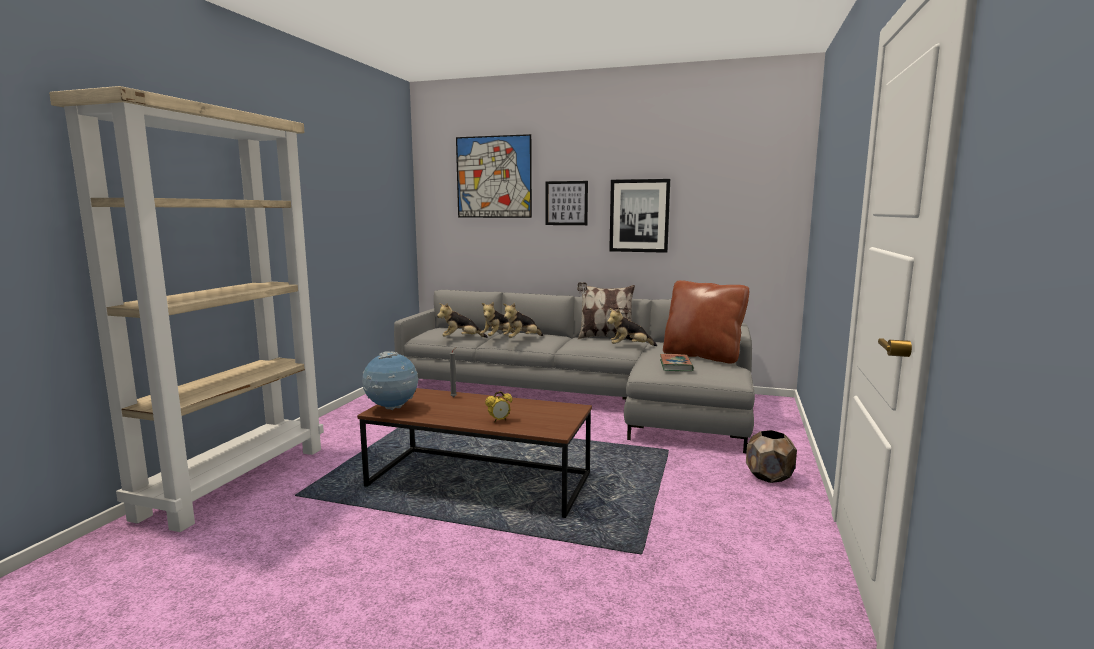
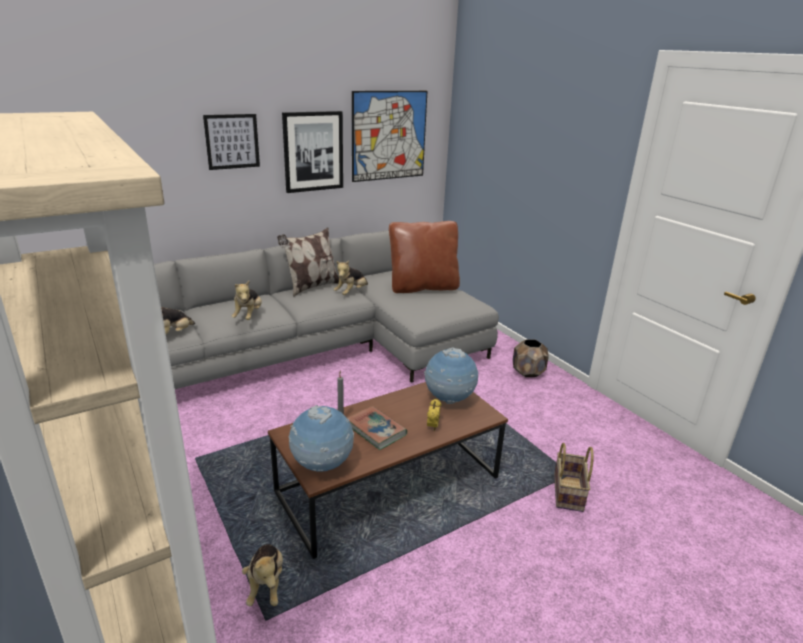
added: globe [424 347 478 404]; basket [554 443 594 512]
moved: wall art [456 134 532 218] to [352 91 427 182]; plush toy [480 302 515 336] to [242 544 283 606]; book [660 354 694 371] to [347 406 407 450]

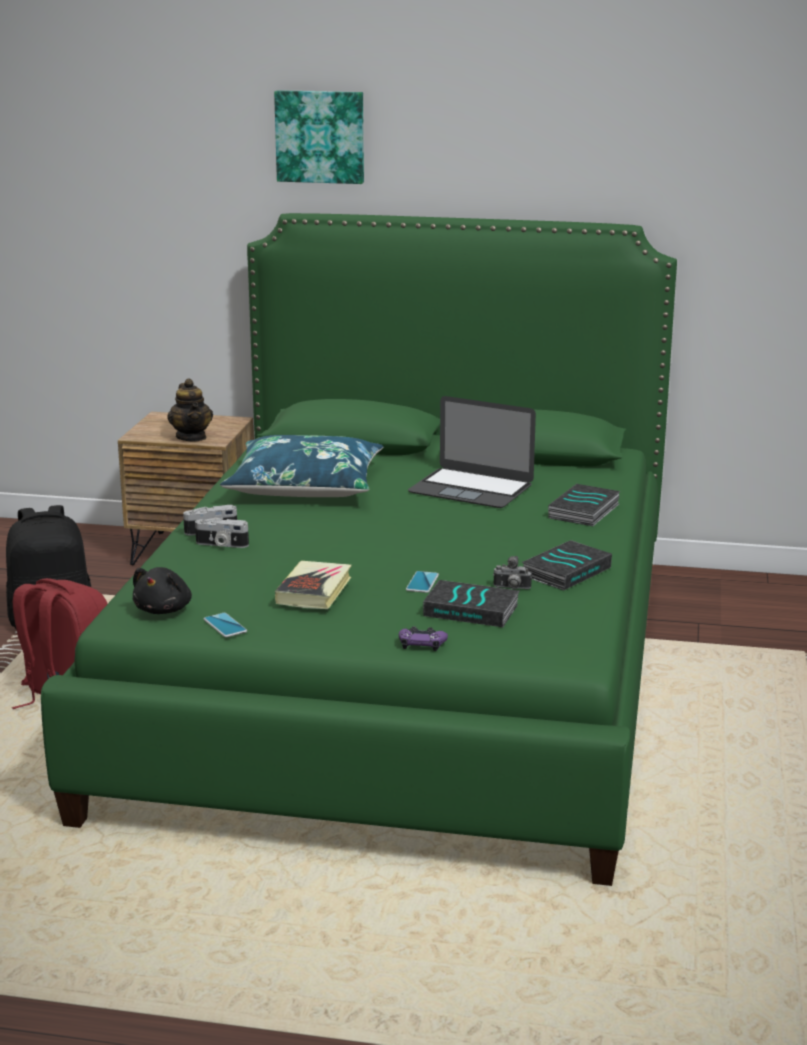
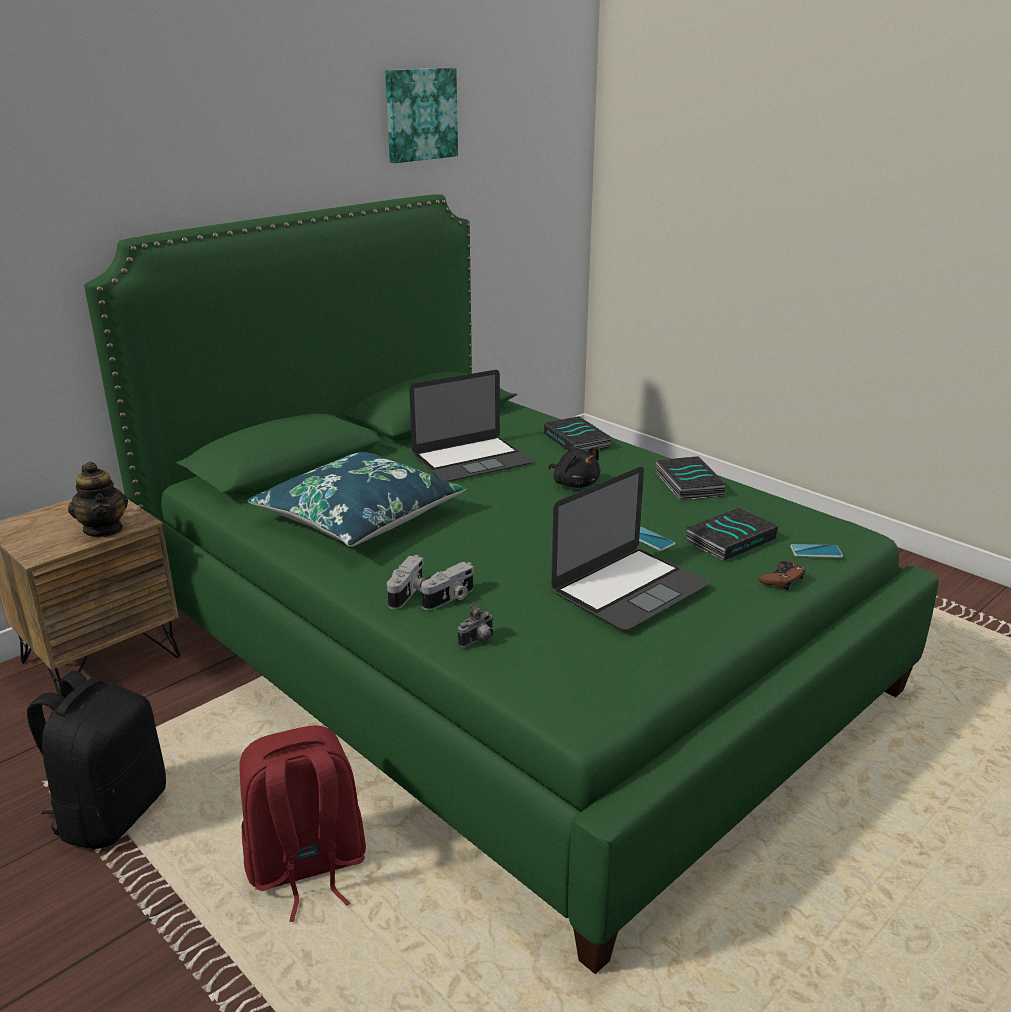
moved: plush toy/black-coloured [133 567 192 614] to [548 448 600 488]; telephone [204 613 247 637] to [790 544 843 558]; wall art [274 90 364 184] to [385 68 458 163]; still camera [493 556 532 589] to [458 604 493 647]
replaced: book [275 561 351 609] to laptop [551 467 709 631]
recoloured: game controller/purple-coloured [399 626 448 651] to game controller/brownish [759 561 805 590]
turned: teapot [167 379 213 441] = [68 462 128 537] 45 degrees clockwise

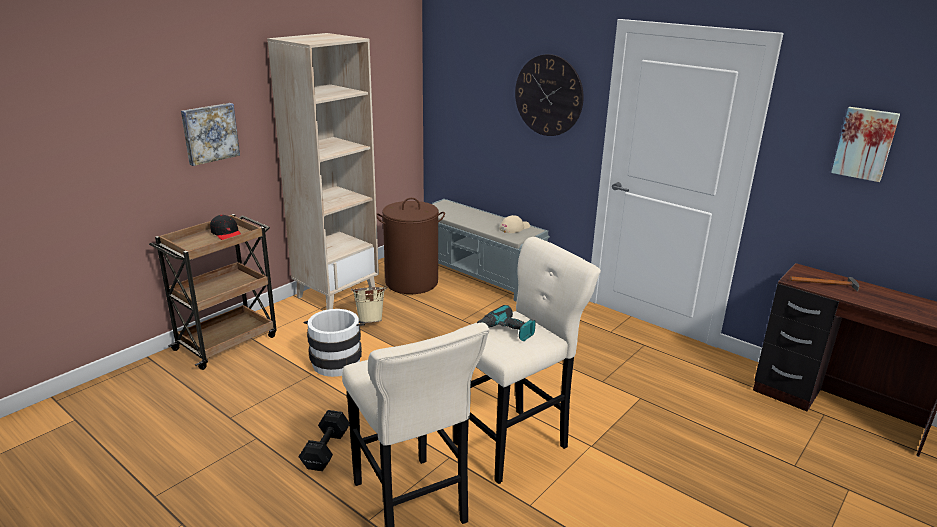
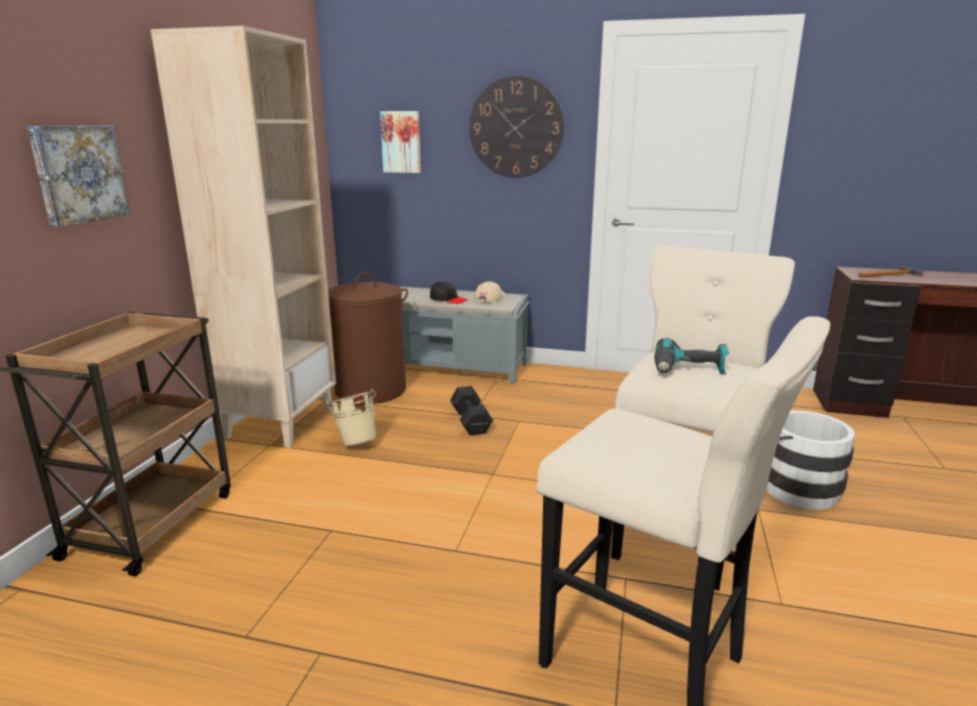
moved: cap/black-coloured [210 215 241 240] to [430 281 468 304]; dumbbell/black-coloured [299 410 349 471] to [450 386 493 435]; bucket/white [304 309 366 377] to [766 411 855 510]; wall art [831 107 900 182] to [380 111 421 173]

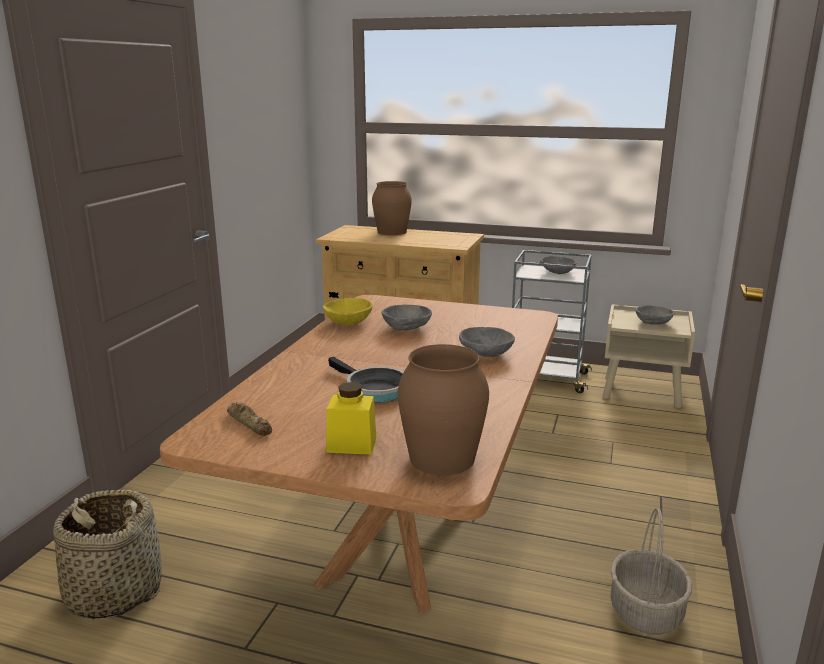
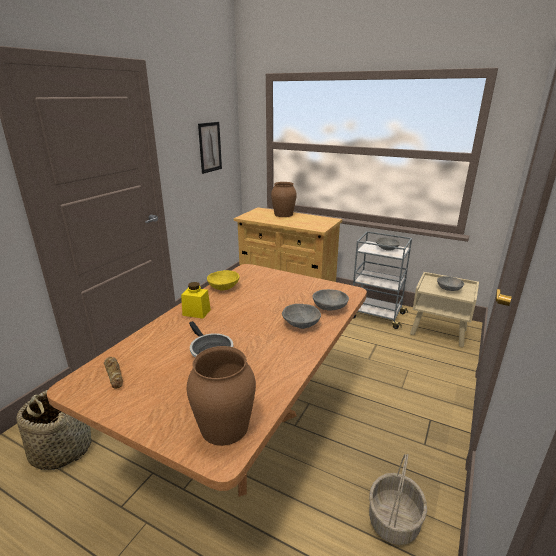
added: wall art [198 122 222 174]
moved: storage jar/yellowish [326 382 376 455] to [181 282 211 319]; serving bowl/gray [381 305 432 331] to [313 289 349 311]

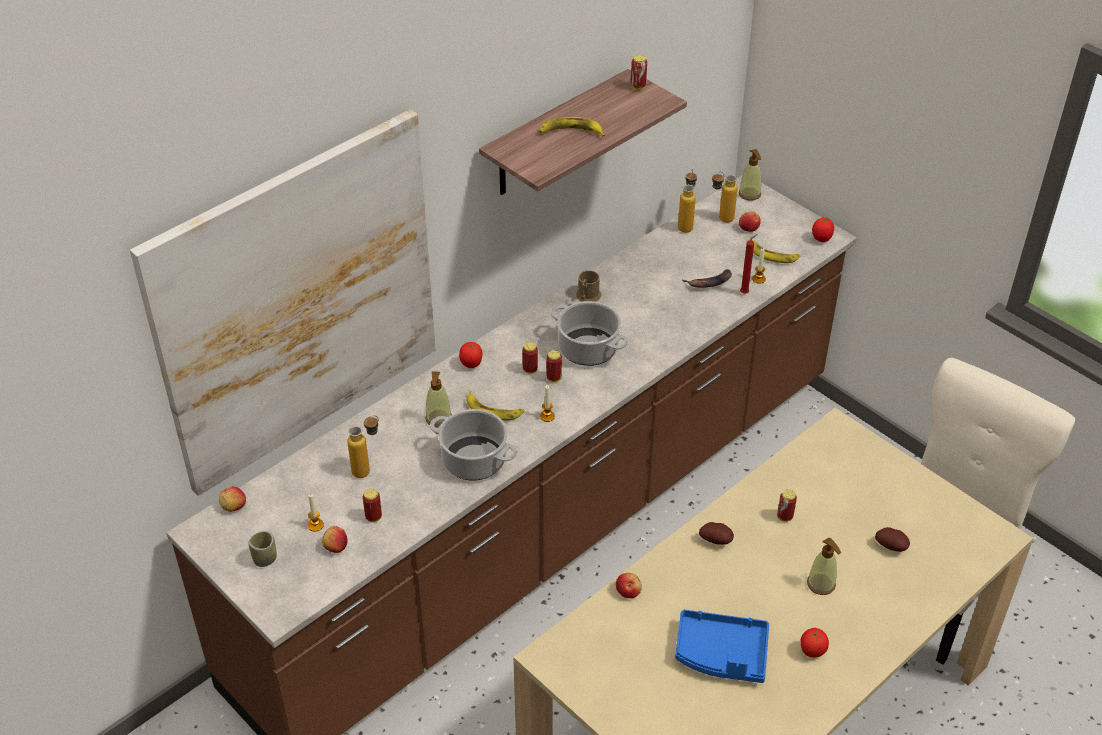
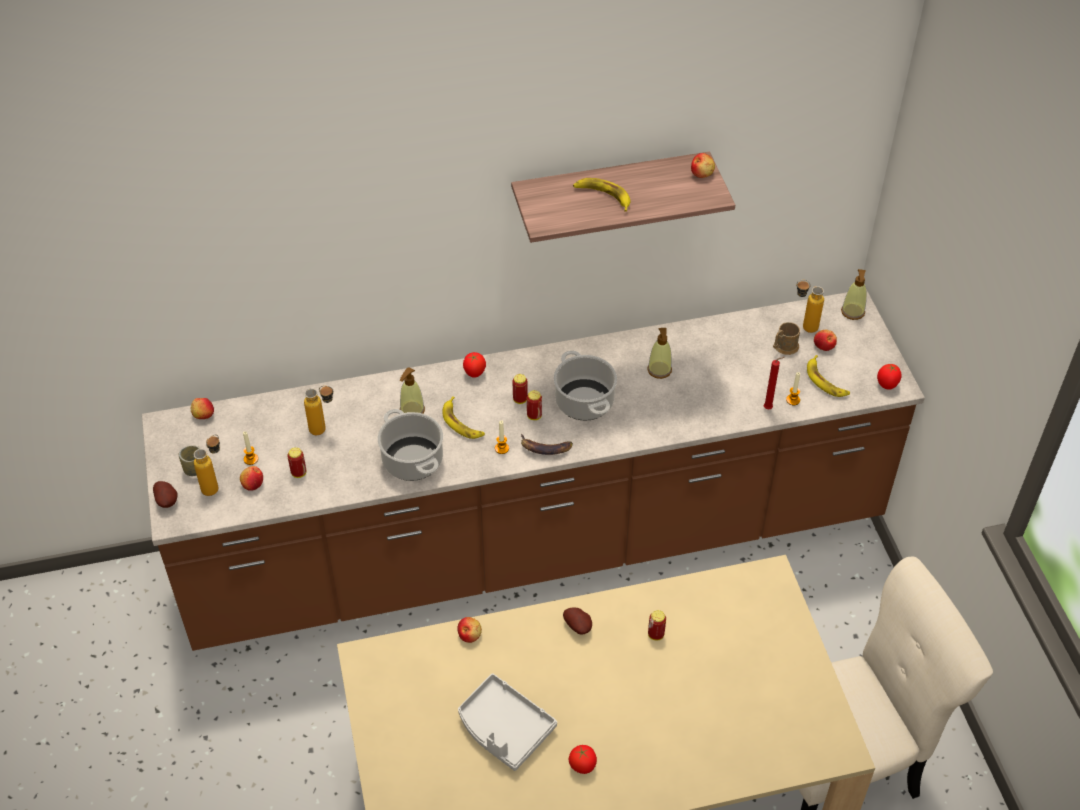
removed: wall art [130 109 436 496]
moved: mug/brownish [576 270 601 302] to [773 322 800 355]; drink bottle [678 169 697 233] to [193 435 220 496]; banana fruit [682 269 732 288] to [521 434 573 455]; soap bottle [807 537 841 595] to [647 328 672 379]; whole potato [875 527 910 552] to [153 481 178 508]
replaced: metal can [631 55 647 90] to apple [691 153 715 178]
recoloured: serving tray/blue-coloured [675 610 769 683] to serving tray/gray [458 673 557 771]

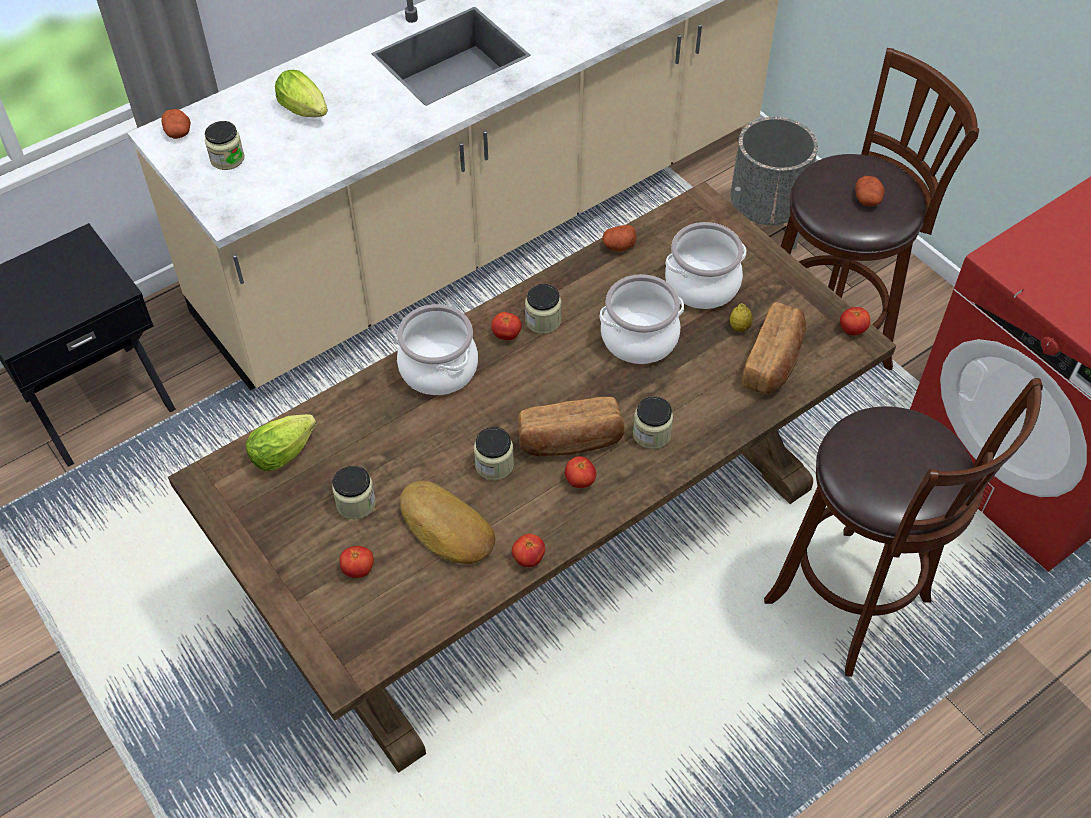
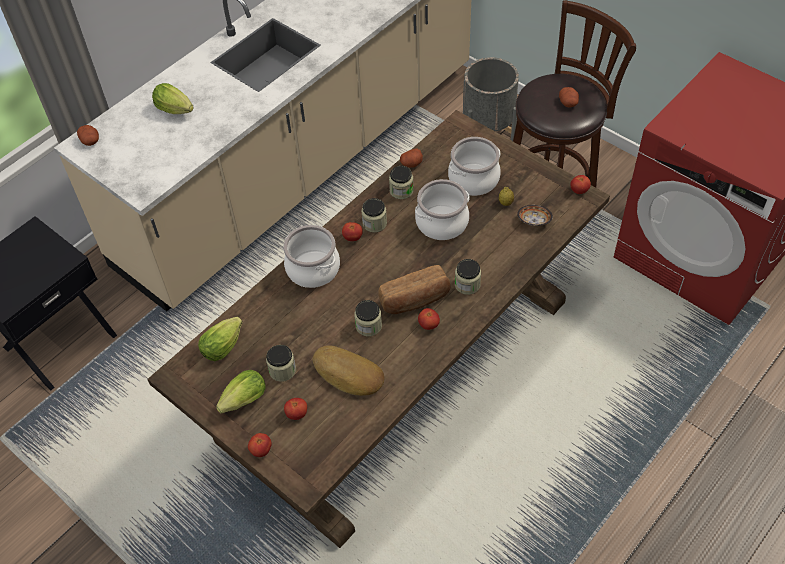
removed: sitting stool/brownish [764 378 1043 677]
added: head of lettuce [216 370 266 414]
moved: storage jar [205 121 245 170] to [389 166 414 199]; fresh tomato [512 534 545 567] to [248 433 271 457]
replaced: bread [742 302 806 394] to serving bowl [517 205 553 226]

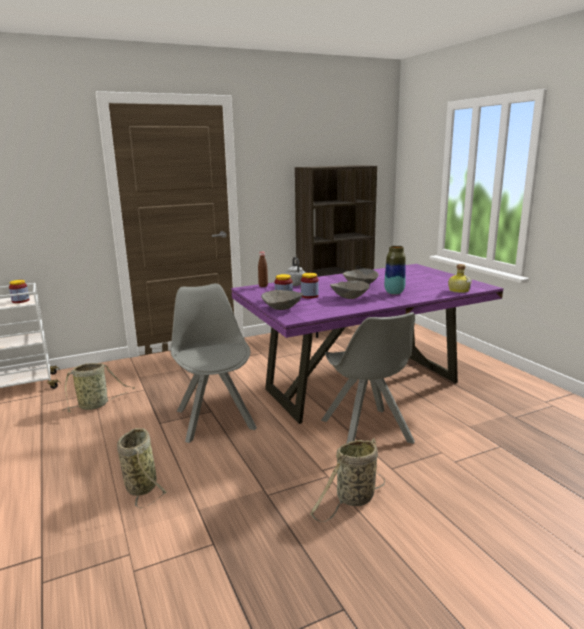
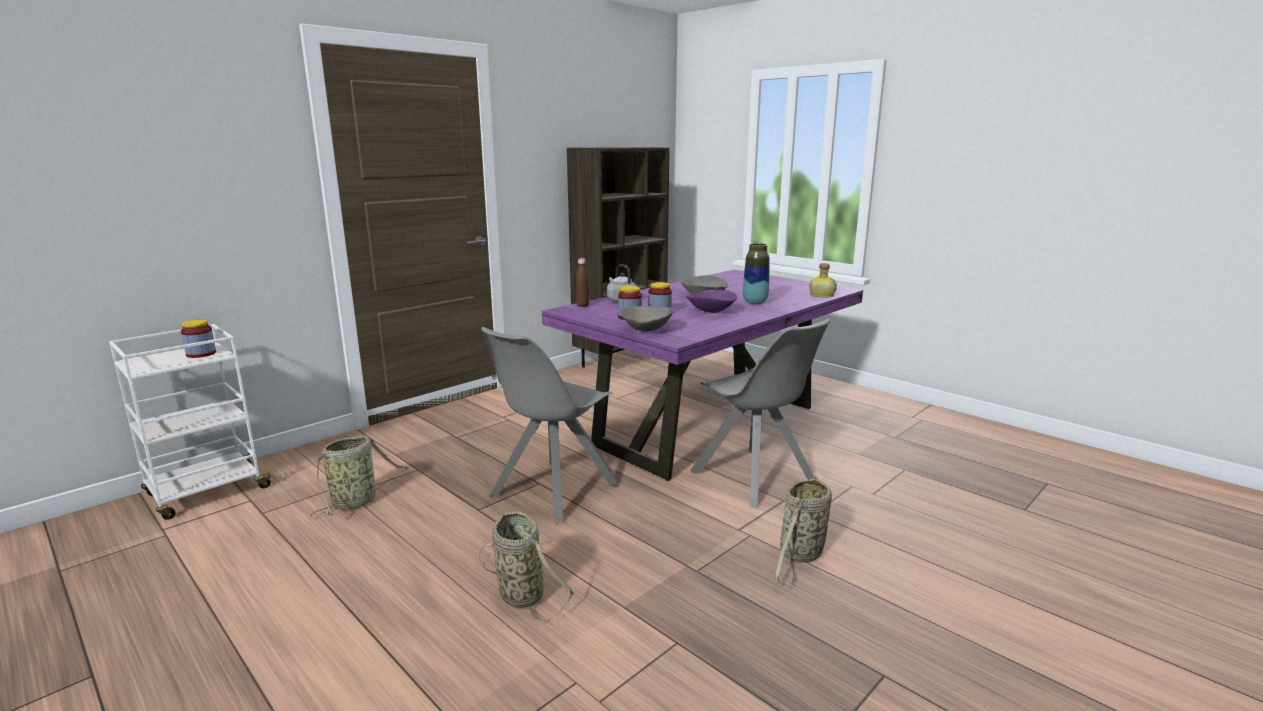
recoloured: serving bowl/gray [330 280 370 299] to serving bowl/purple-coloured [686 289 738 313]
turned: plain chair/gray [171 283 257 443] = [481 327 619 524] 105 degrees counterclockwise

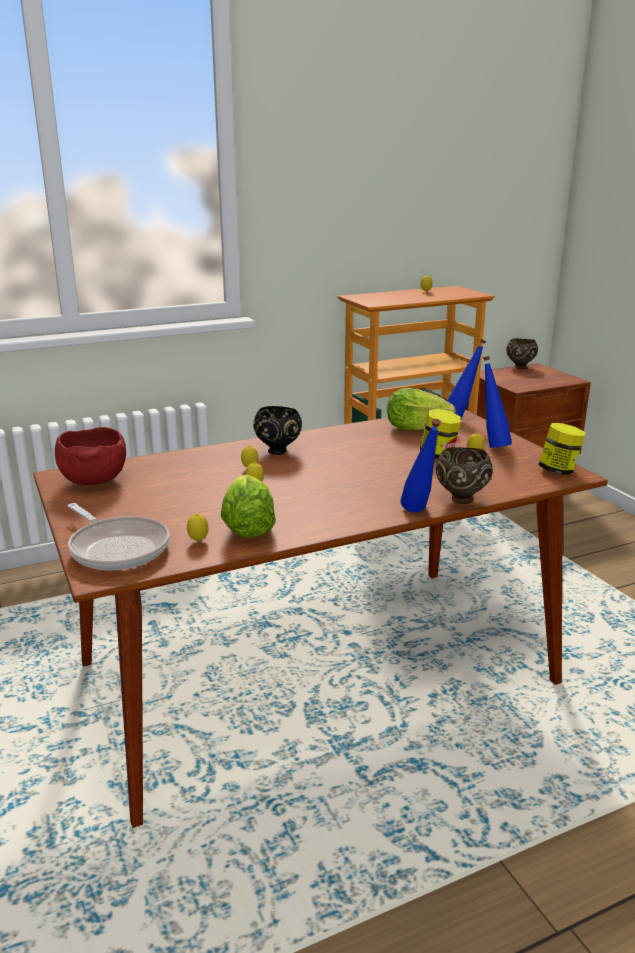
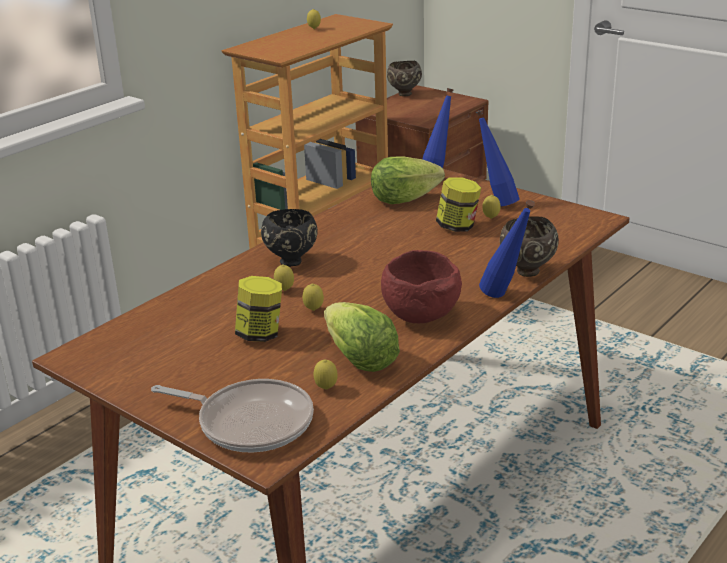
moved: serving bowl/red [55 427 126 485] to [381 250 462 323]; storage jar [538 423 585 475] to [235 276 282 342]

